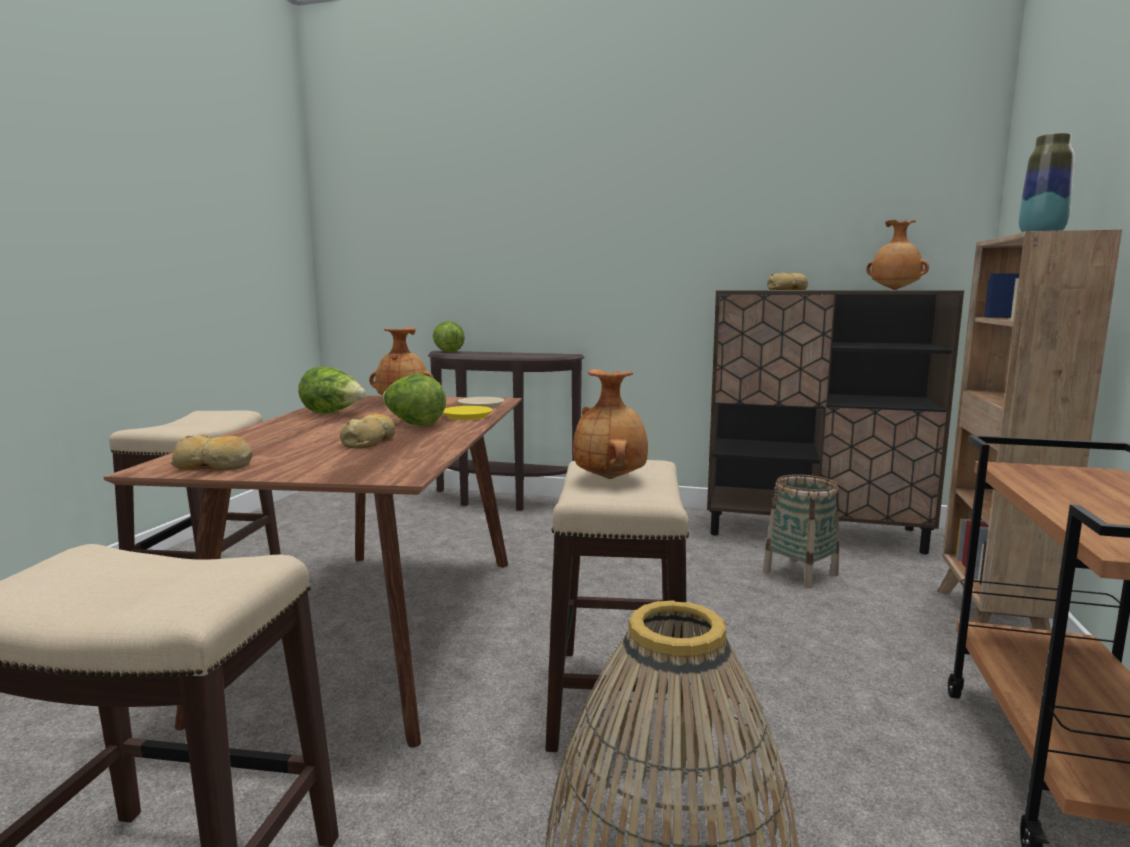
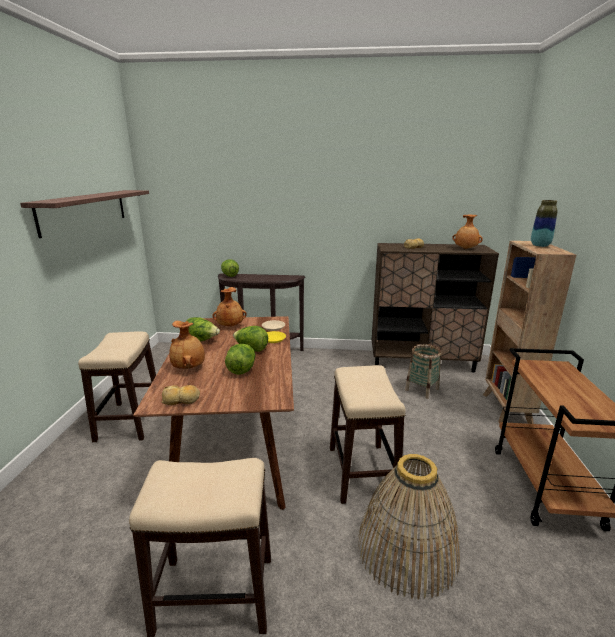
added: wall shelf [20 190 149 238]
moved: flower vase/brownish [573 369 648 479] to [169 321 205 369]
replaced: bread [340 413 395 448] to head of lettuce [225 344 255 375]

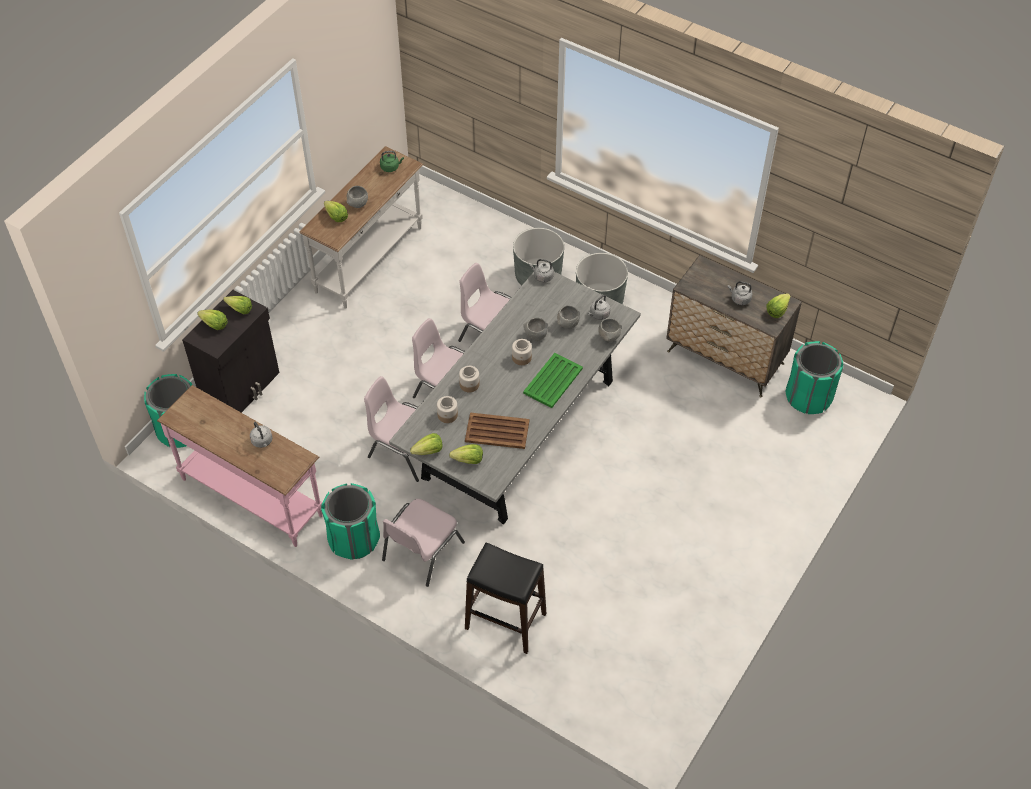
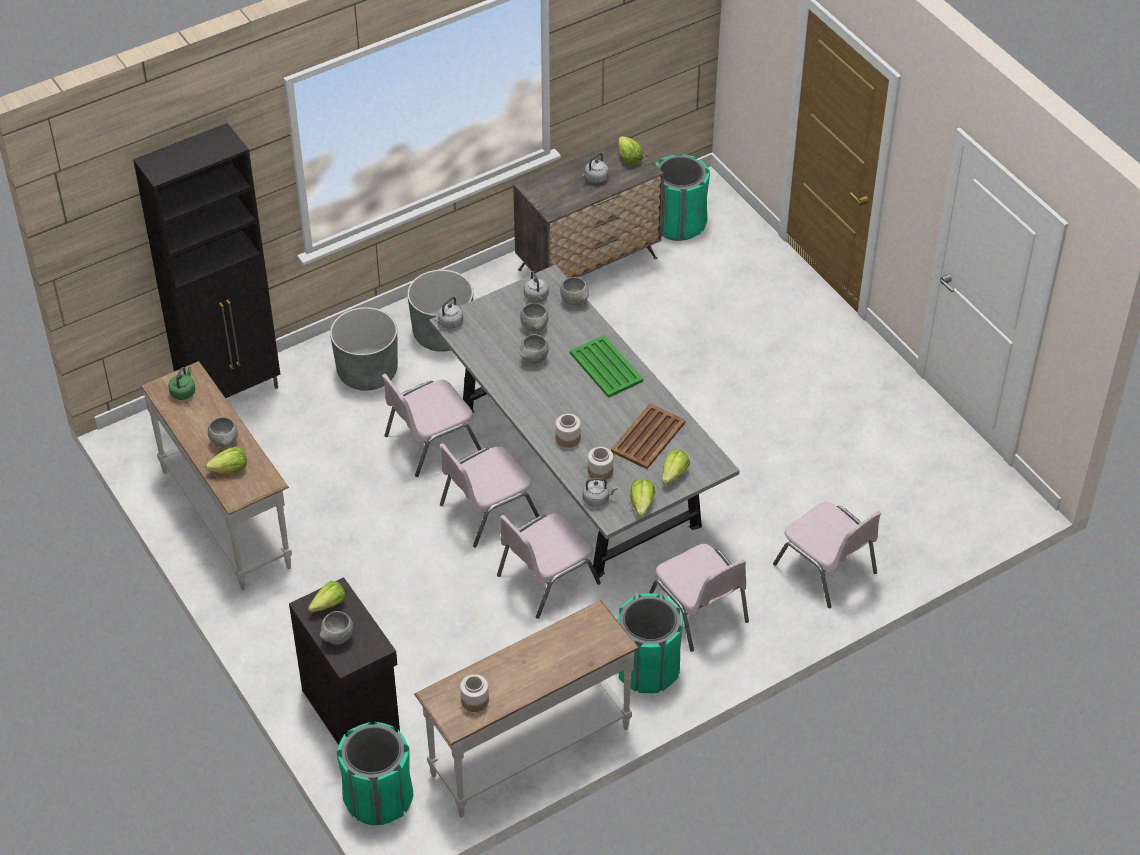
added: cupboard/black-coloured [133 123 280 398]
moved: tea kettle/gray [250 422 272 448] to [582 478 618 507]; storage jar [512 339 532 365] to [460 674 489 712]
replaced: head of lettuce [197 310 228 330] to serving bowl/gray [320 611 353 645]; sitting stool/black-coloured [465 543 547 654] to plain chair/pink-coloured [773 502 881 608]
recoloured: hall table/pink-coloured [157 385 323 547] to hall table/white [414 600 639 818]

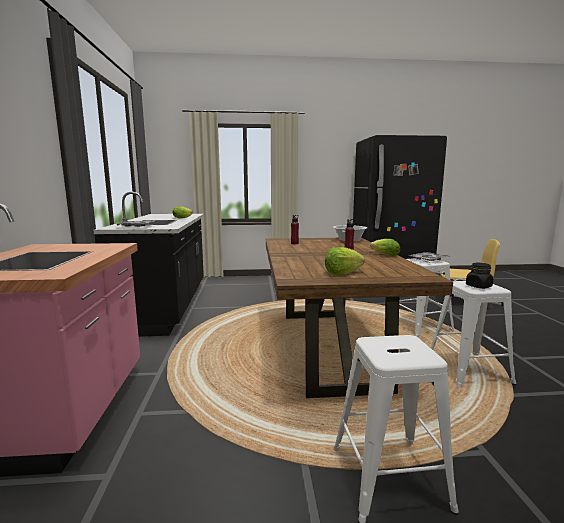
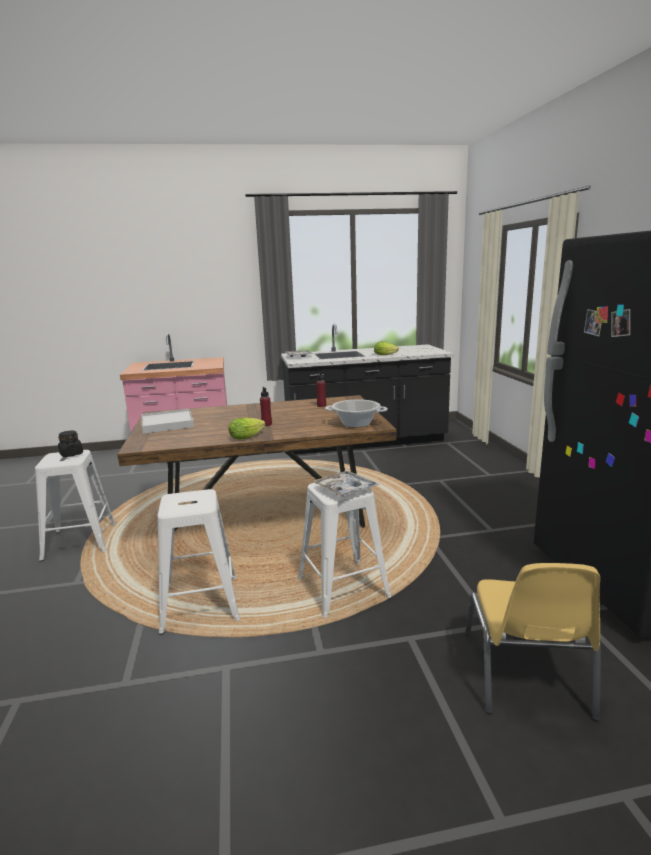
moved: storage jar/black-coloured [466 263 493 288] to [58 431 83 457]
replaced: head of lettuce [325 247 365 275] to serving tray/white [142 409 194 434]

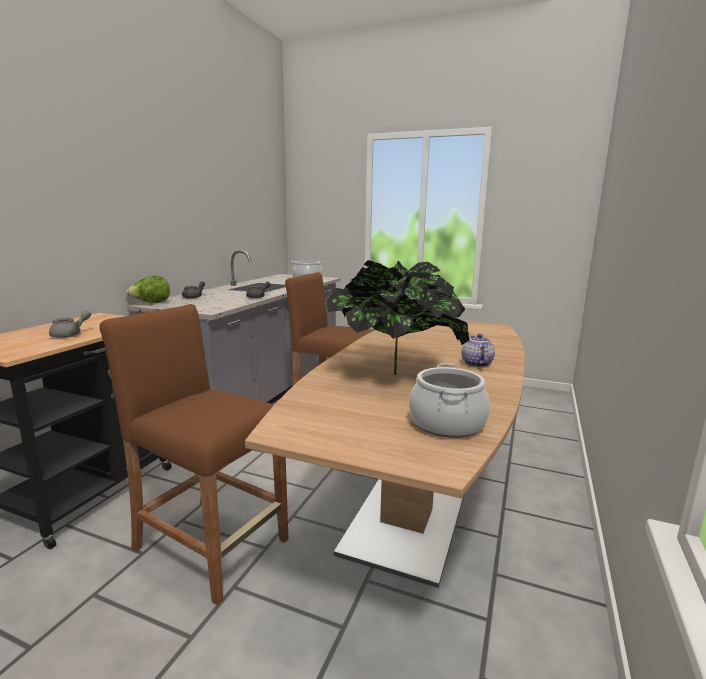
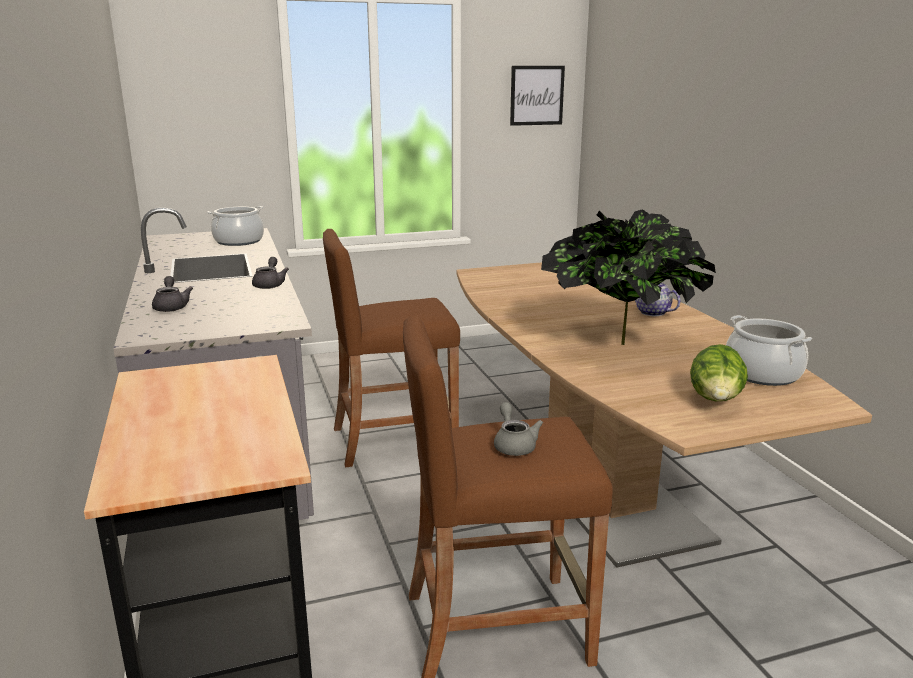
added: wall art [510 66 565 126]
moved: teapot/gray [49 310 91 338] to [494 402 543 456]; head of lettuce [126 276 170 303] to [690 344 748 401]

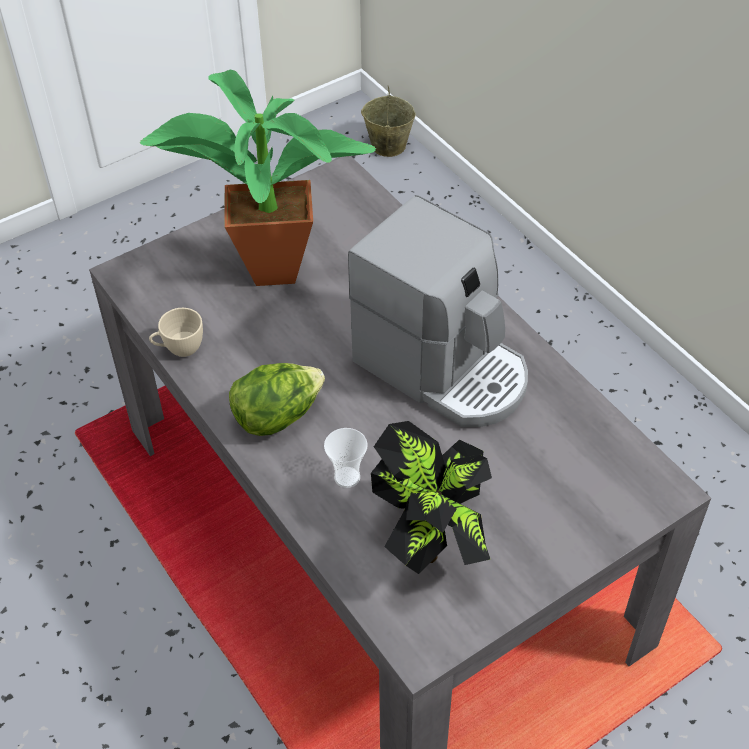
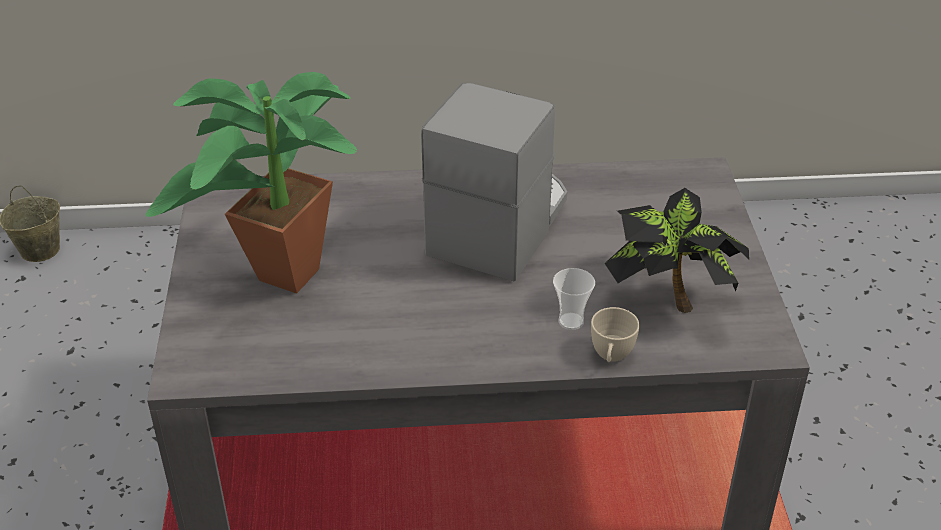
removed: head of lettuce [229 363 325 436]
moved: cup/sand-coloured [149 308 203 357] to [591 307 640 362]
turned: coffee machine [348 195 528 427] = [421 83 567 281] 45 degrees counterclockwise

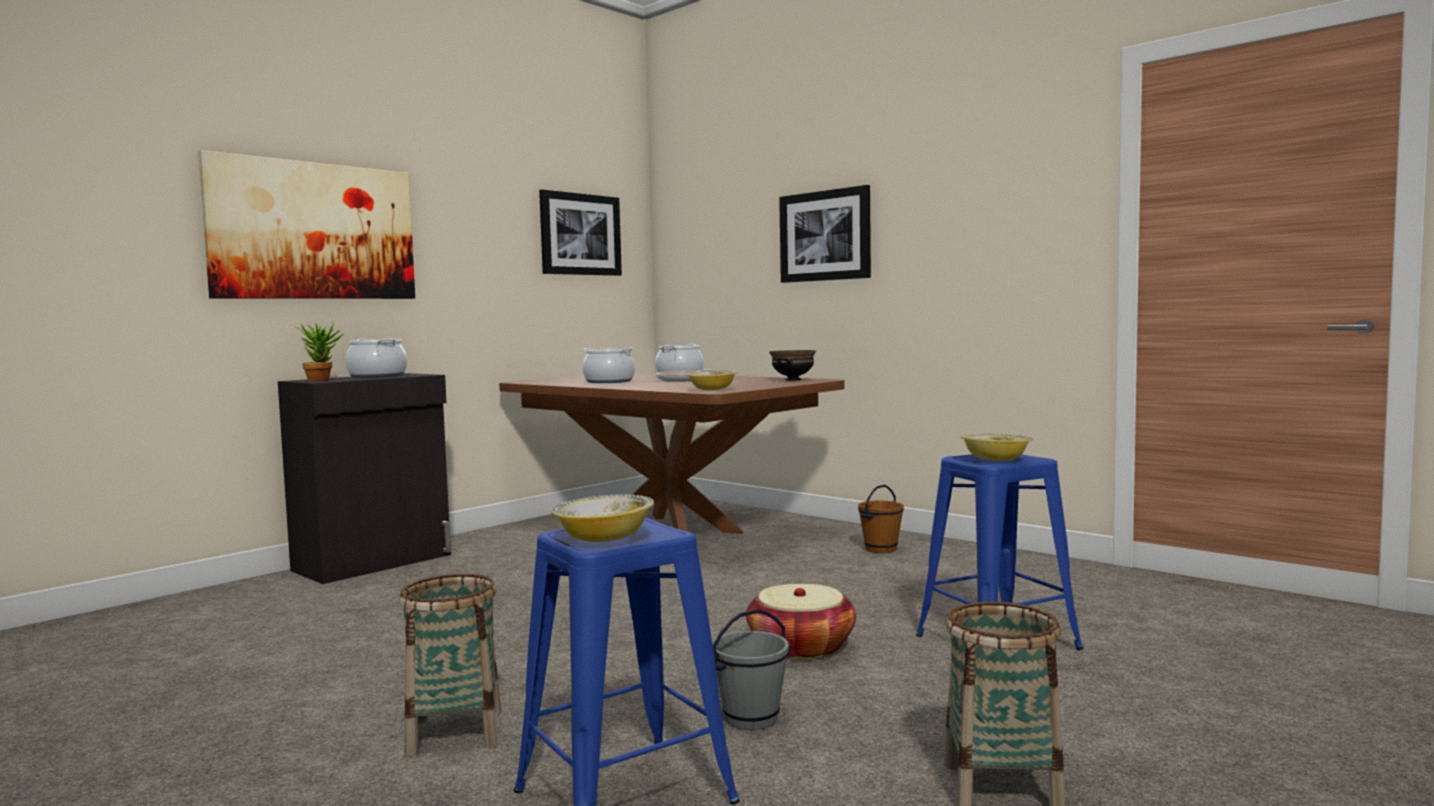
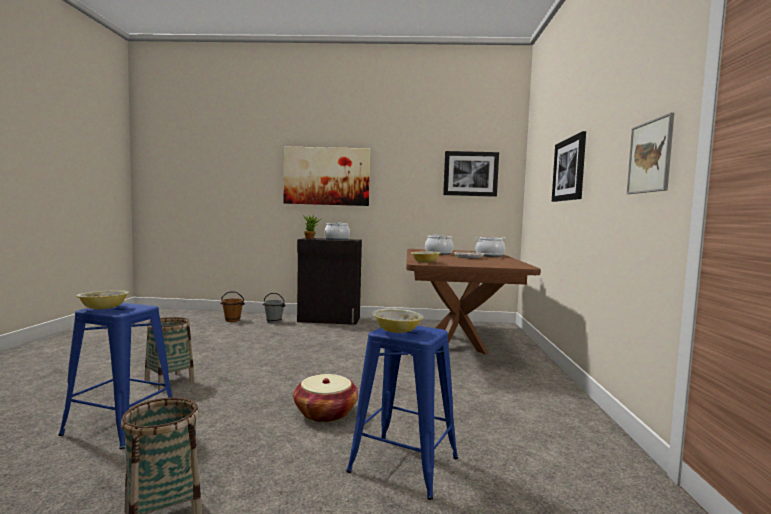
removed: serving bowl/black-coloured [769 350 816 381]
added: wall art [626 113 674 194]
moved: bucket/gray [712 609 791 730] to [263 293 286 323]; bucket/brownish [858 485 904 553] to [221 291 245 322]

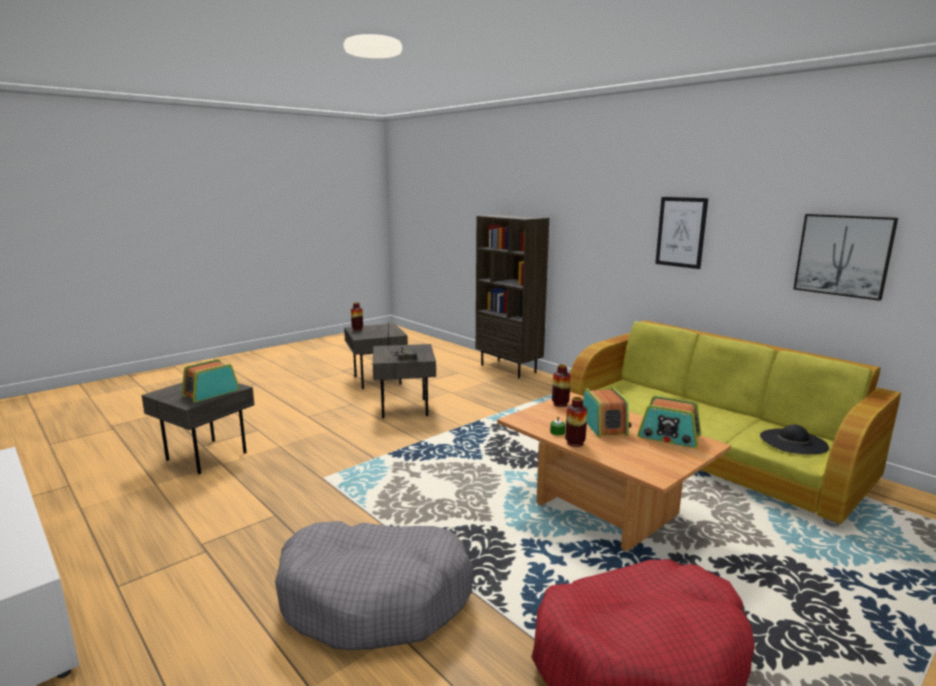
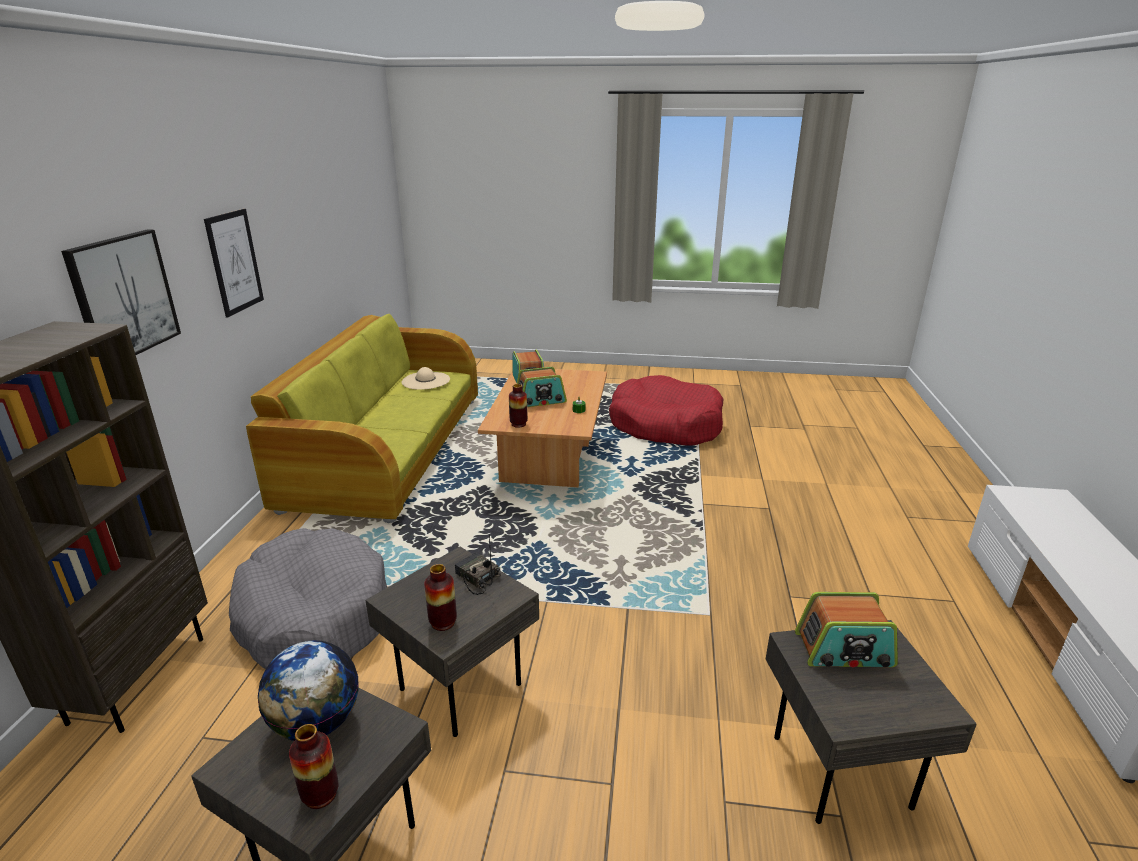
added: globe [258 640 359 741]
moved: dog cushion/gray [275 521 474 650] to [229 528 387 669]; flower vase [565 397 587 447] to [424 564 457 631]; wall art [793 214 898 301] to [61 229 181 355]
recoloured: wearable hat/black-coloured [760 425 829 454] to wearable hat/sand-coloured [401 367 450 390]
turned: radio [583 387 631 438] = [517 367 567 407] 150 degrees counterclockwise

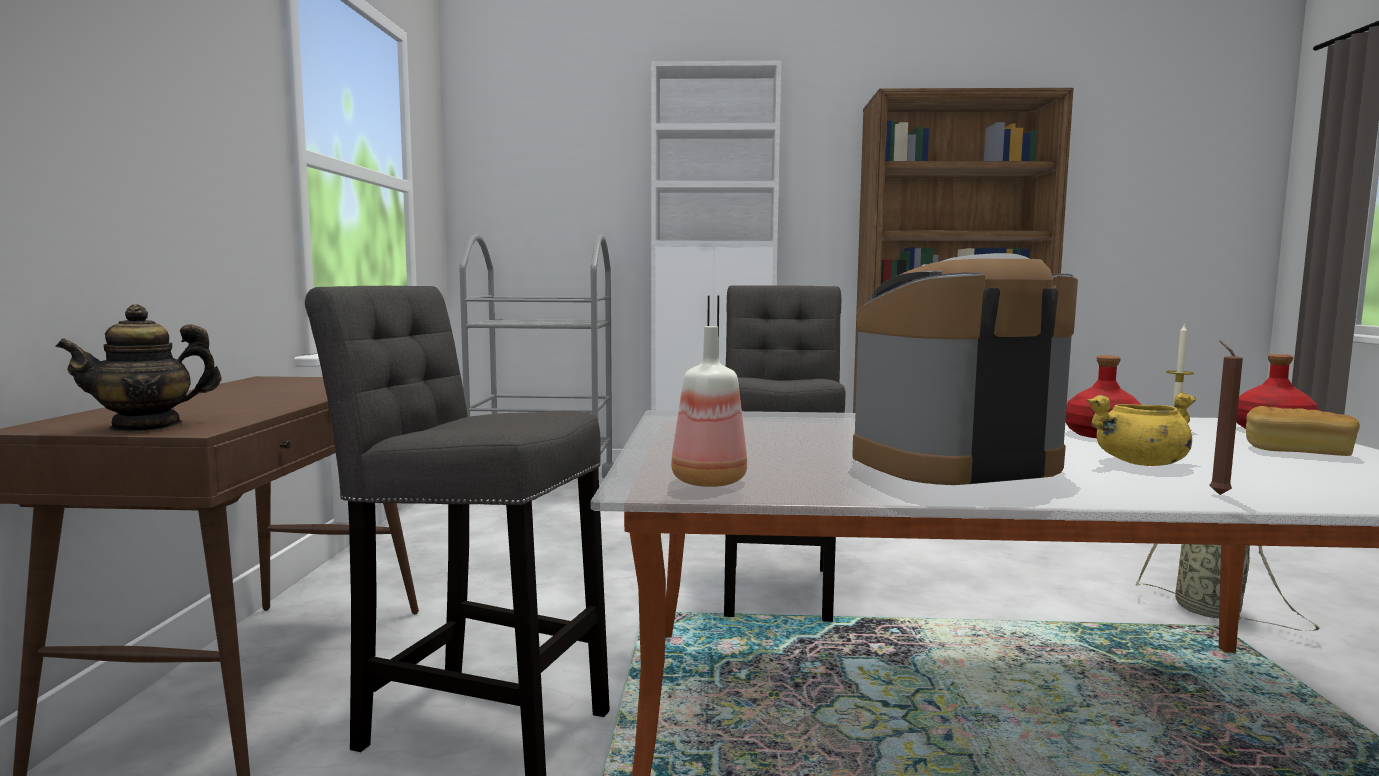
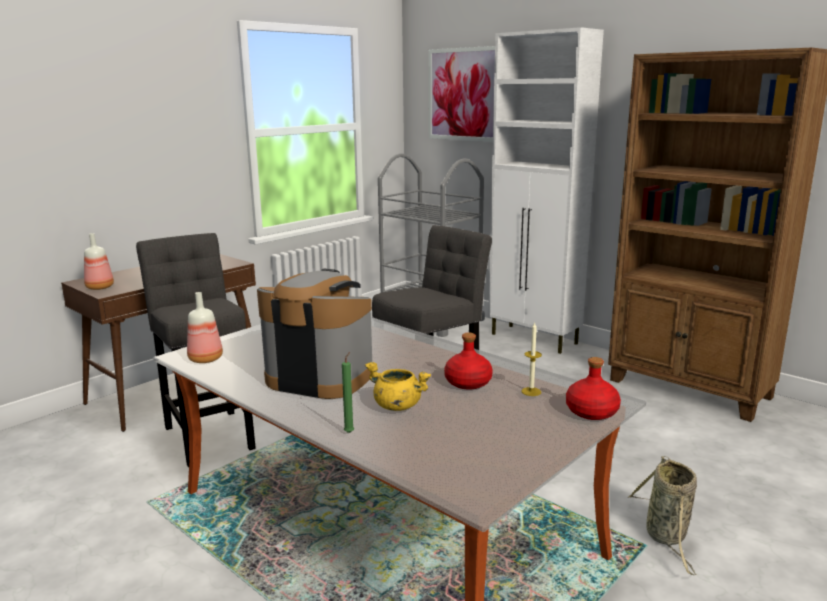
removed: bread [1246 406 1360 456]
added: wall art [428 46 495 142]
replaced: teapot [55 304 221 432] to drink bottle [84 233 114 290]
recoloured: candle/brownish [1210 340 1243 495] to candle/greenish [342 352 354 433]

